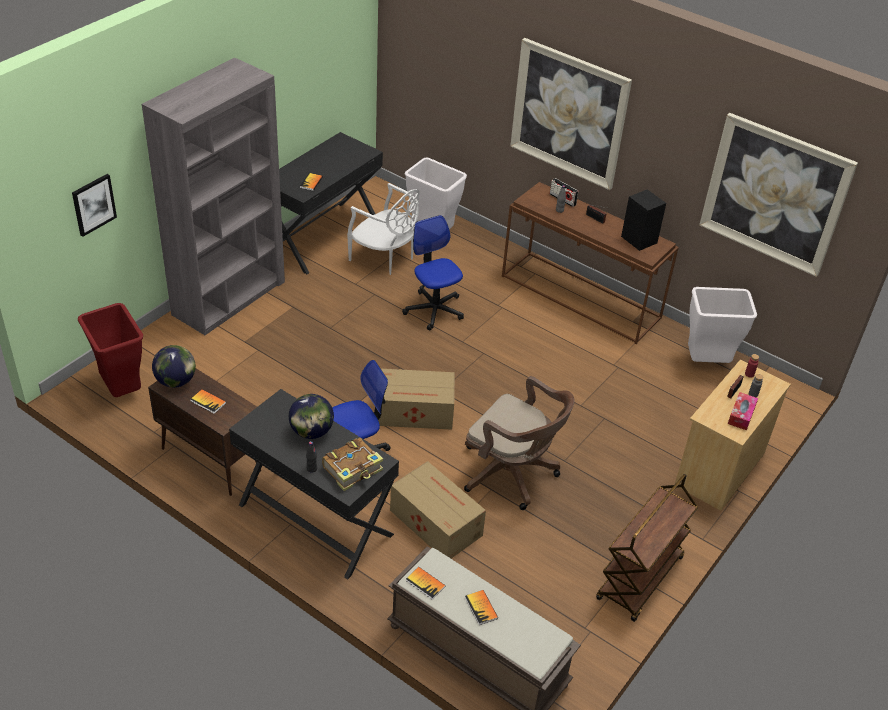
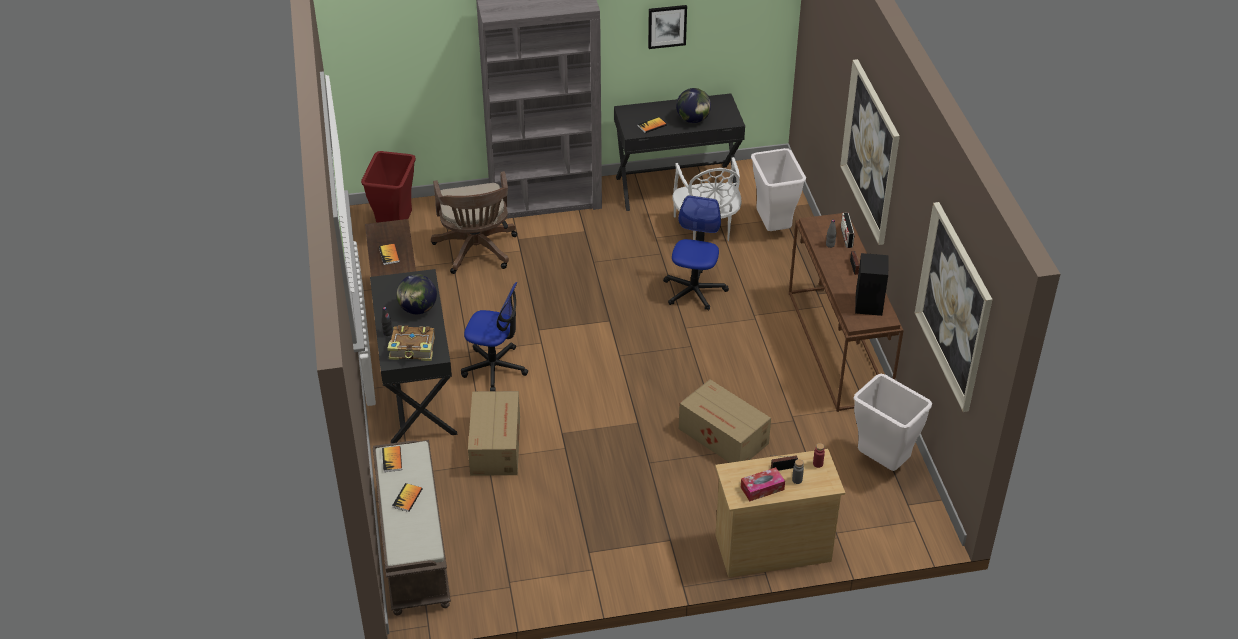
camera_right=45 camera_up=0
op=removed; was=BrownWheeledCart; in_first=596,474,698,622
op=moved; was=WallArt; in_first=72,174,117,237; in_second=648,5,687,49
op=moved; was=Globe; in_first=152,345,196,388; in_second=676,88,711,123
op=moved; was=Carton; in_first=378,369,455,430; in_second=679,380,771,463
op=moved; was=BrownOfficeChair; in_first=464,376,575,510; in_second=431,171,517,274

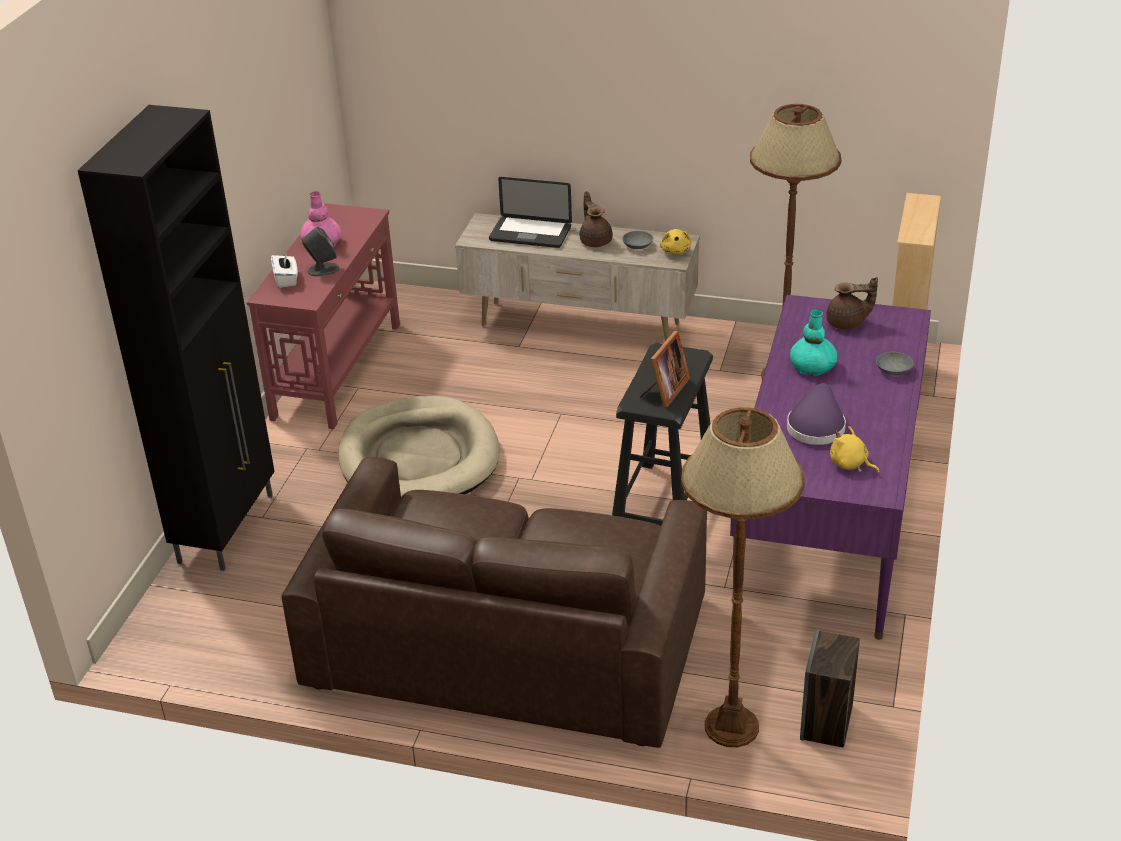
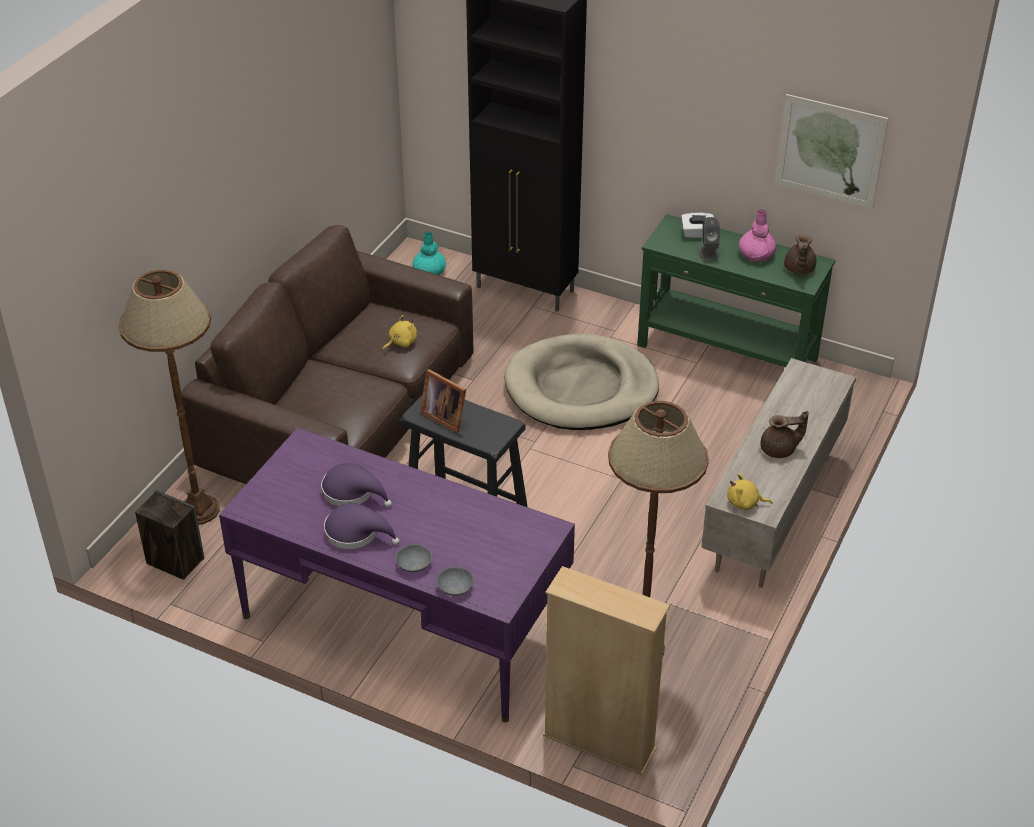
camera_right=100 camera_up=5
op=removed; was=Laptop; in_first=489,177,572,248
op=added; now=PurpleColouredWearableHat; in_second=324,503,400,549
op=added; now=WallArt; in_second=775,94,889,209
op=moved; was=GreyServingBowl; in_first=622,231,653,249; in_second=437,567,474,596
op=moved; was=TurquoiseDecorativeVase; in_first=790,309,837,376; in_second=413,231,446,275
op=moved; was=BrownPotForTea; in_first=826,277,878,329; in_second=784,234,816,275
op=moved; was=YellowCuddlyToy; in_first=830,426,880,473; in_second=382,315,417,350
op=recoloured; was=ReddishHallTable; now=GreenHallTable; in_first=246,203,400,429; in_second=637,214,835,367

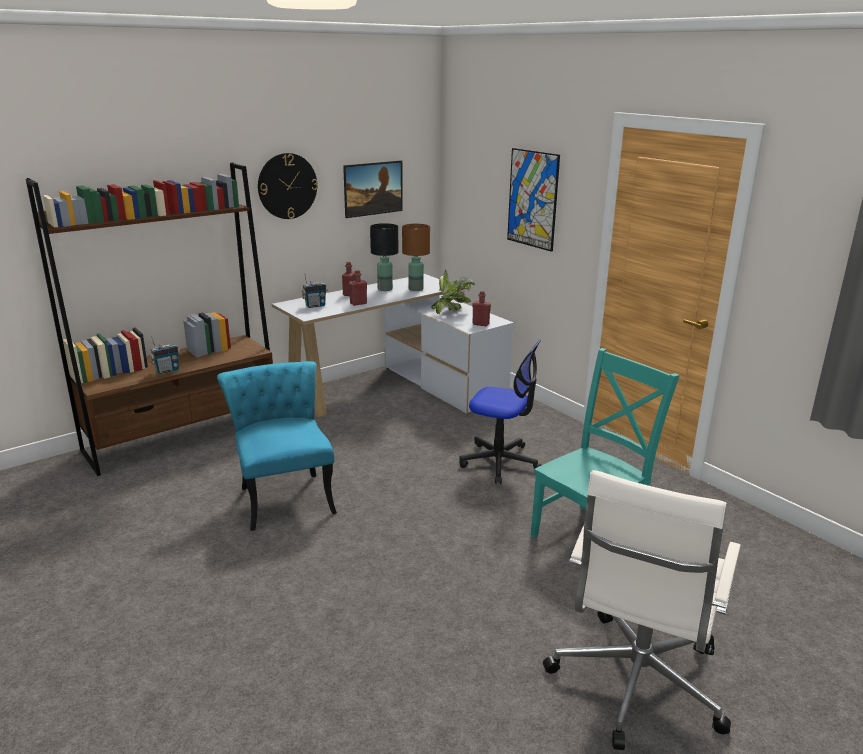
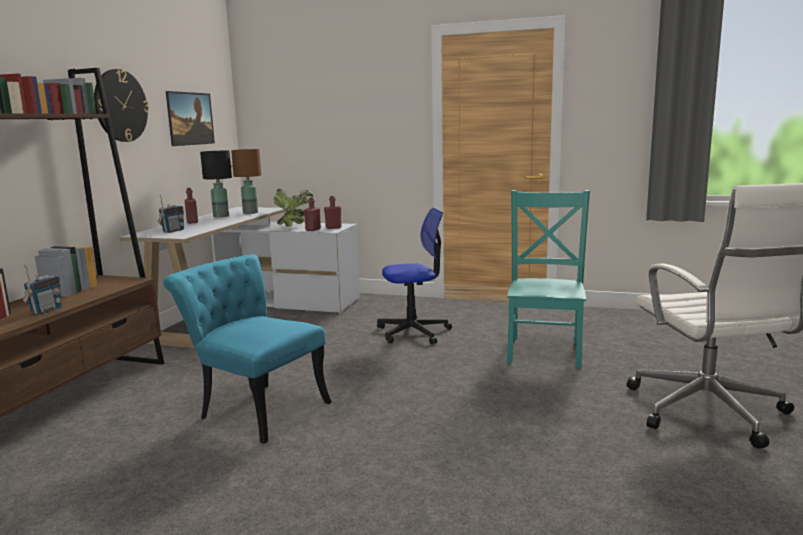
camera_right=-35 camera_up=-10
op=removed; was=WallArt; in_first=507,148,560,252
op=moved; was=ReddishBeverageBottle; in_first=349,270,367,306; in_second=304,197,321,231

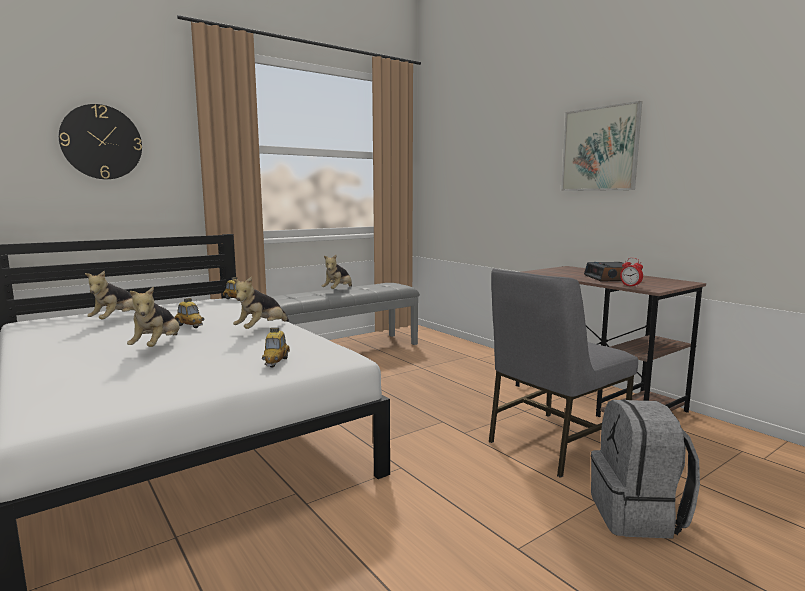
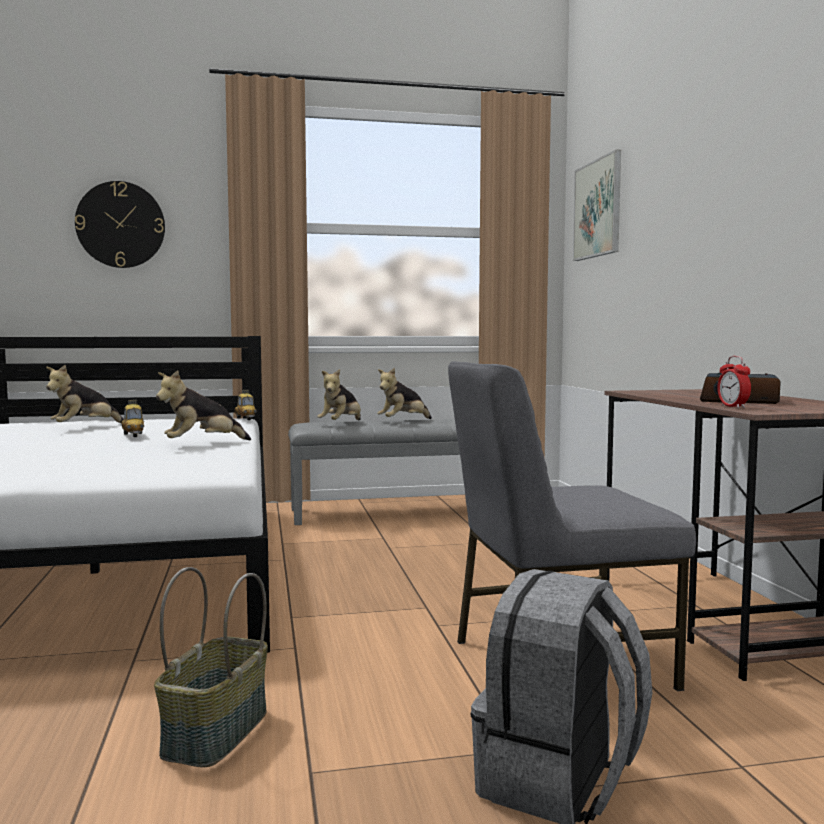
camera_right=25 camera_up=-5
op=removed; was=ToyCar; in_first=262,327,290,367
op=added; now=Basket; in_second=154,567,268,767
op=moved; was=CuddlyToy; in_first=127,287,180,347; in_second=317,369,361,421
op=moved; was=WallArt; in_first=561,101,642,191; in_second=573,149,621,261

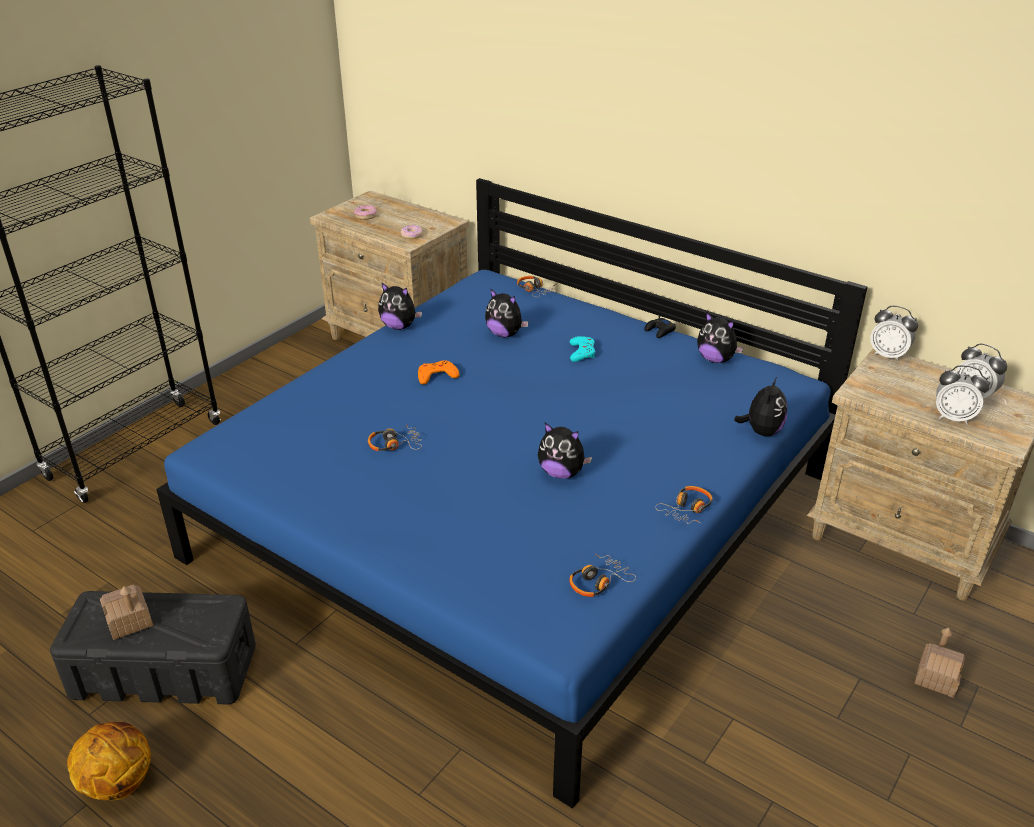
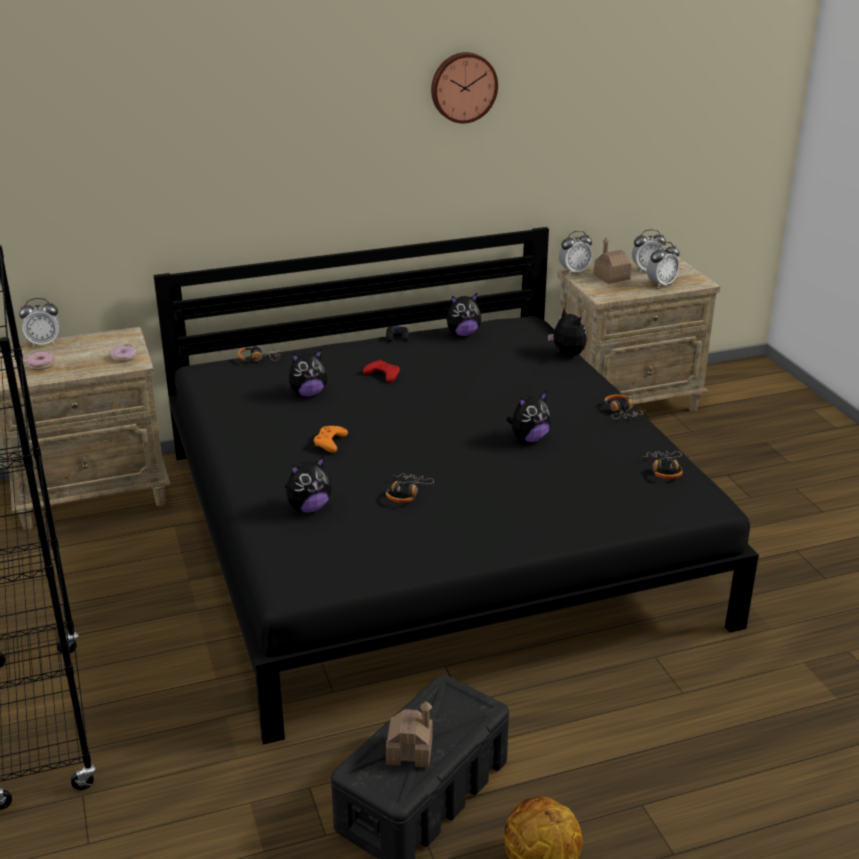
camera_right=-55 camera_up=-5
op=added; now=TableClock; in_second=19,298,59,347
op=added; now=WallClock; in_second=431,52,498,123
op=moved; was=CuddlyToy; in_first=378,283,422,330; in_second=285,457,332,513
op=moved; was=ToyHouse; in_first=914,628,965,698; in_second=594,237,632,284
op=recoloured; was=BlueColouredSleepingBed; now=BlackSleepingBed; in_first=156,178,868,809; in_second=153,227,759,744
op=recoloured; was=TurquoiseGamepad; now=ReddishGamepad; in_first=570,336,595,362; in_second=363,360,400,383

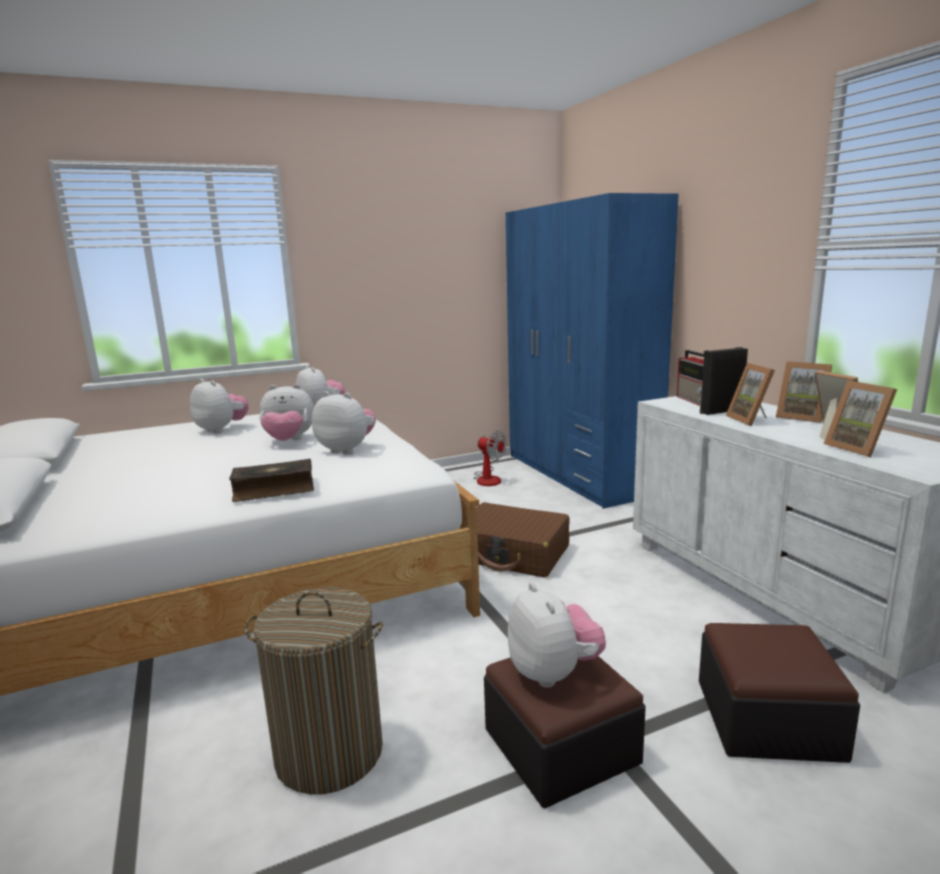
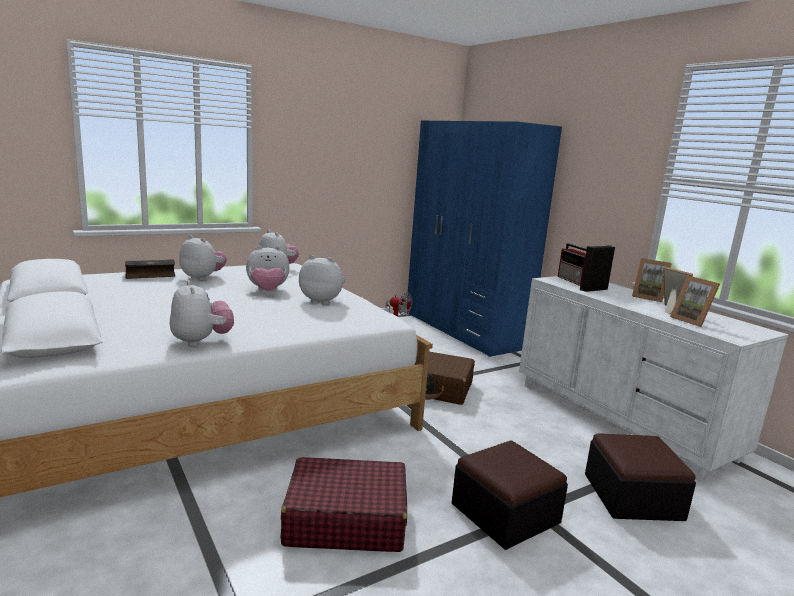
camera_right=-10 camera_up=0
op=removed; was=PhotoFrame; in_first=726,363,775,426
op=moved; was=Book; in_first=229,459,314,502; in_second=125,259,175,279
op=moved; was=CuddlyToy; in_first=508,583,606,688; in_second=170,280,234,347
op=replaced; was=LaundryBasket; now=ReddishTravelCase; in_first=244,587,383,795; in_second=281,457,407,552

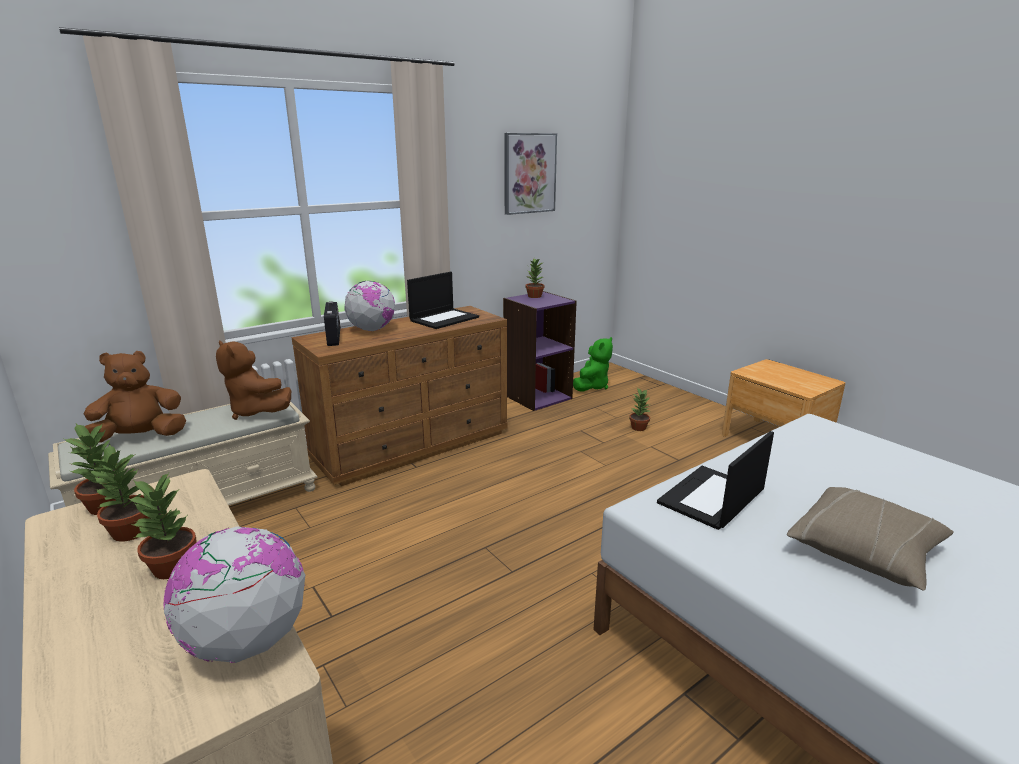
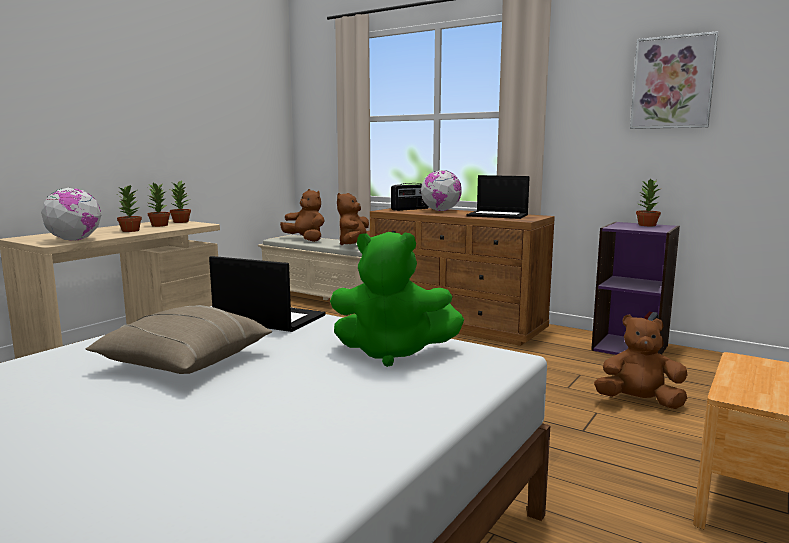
camera_right=70 camera_up=-10
op=moved; was=GreenCuddlyToy; in_first=573,337,613,392; in_second=330,232,464,367
op=replaced; was=PottedPlant; now=BrownCuddlyToy; in_first=629,387,650,431; in_second=594,315,688,409

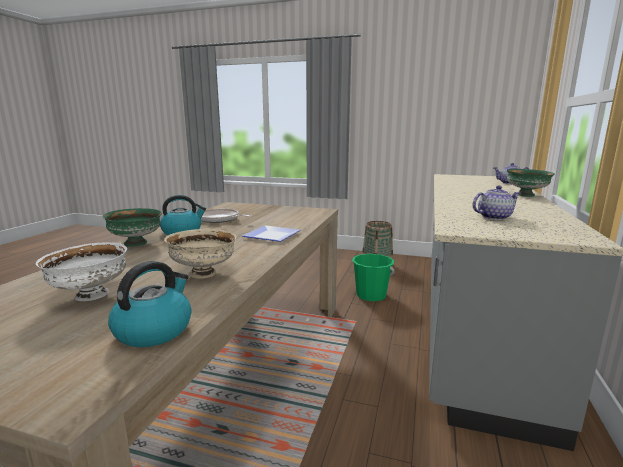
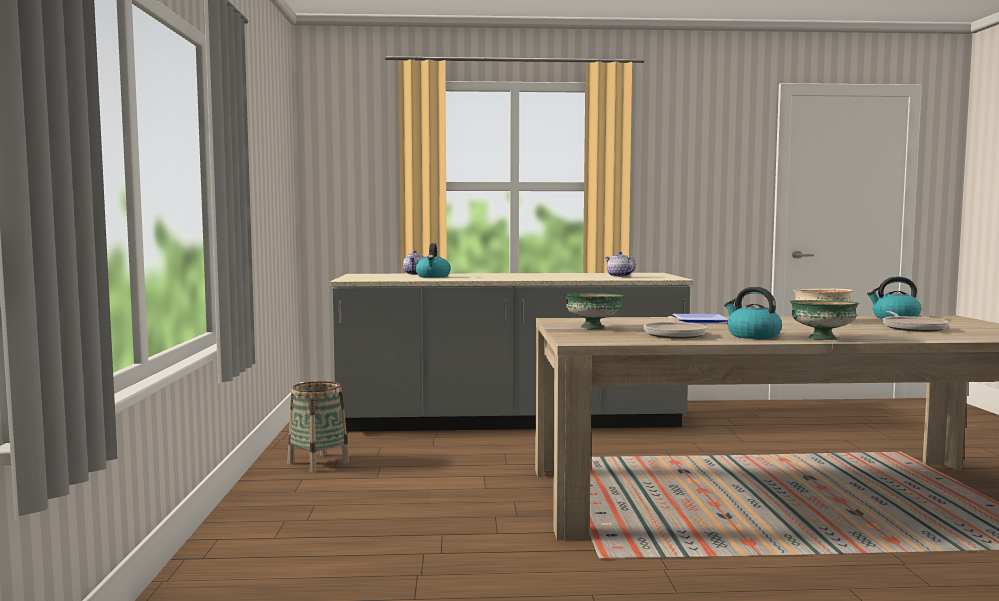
camera_right=-110 camera_up=-10
op=removed; was=GreenWaterBucket; in_first=352,254,394,302
op=added; now=TeaKettle; in_second=416,243,451,278
op=moved; was=GreenServingBowl; in_first=507,169,555,197; in_second=564,293,624,329
op=replaced; was=WhitishServingBowl; now=Pan; in_first=36,242,127,301; in_second=883,311,949,332

